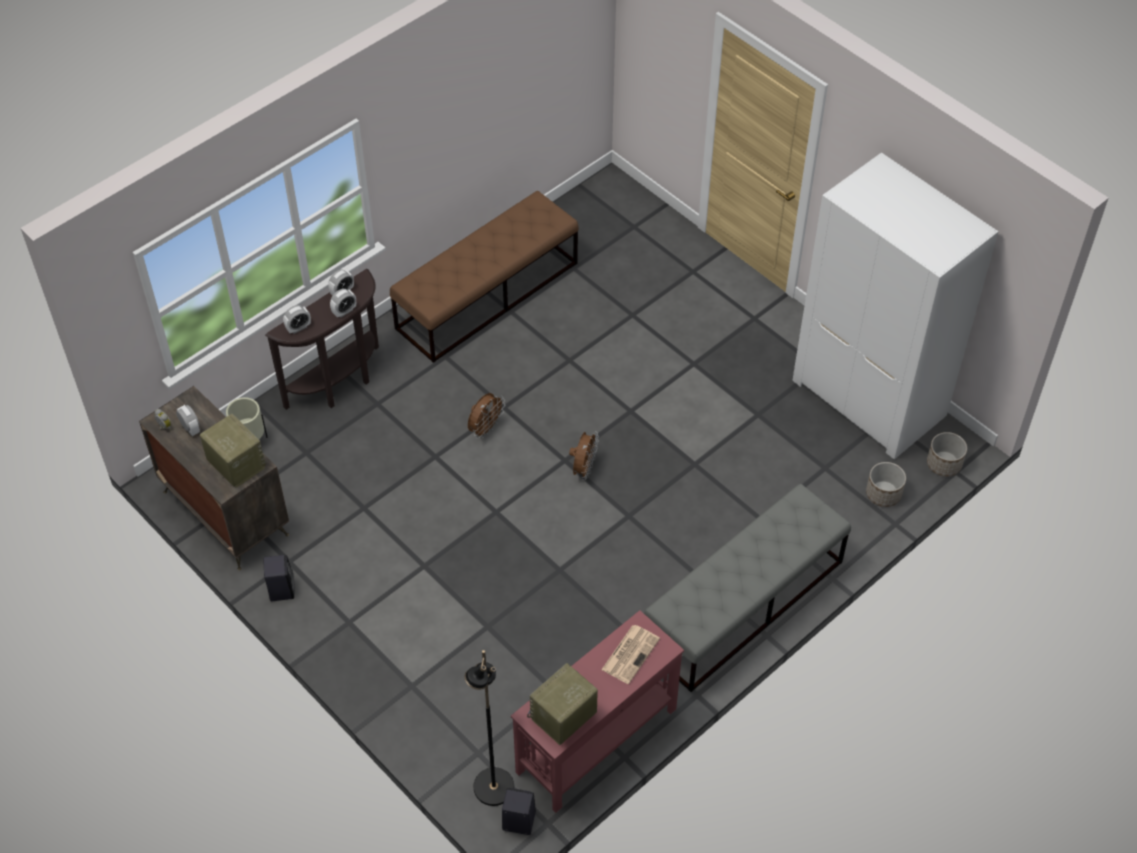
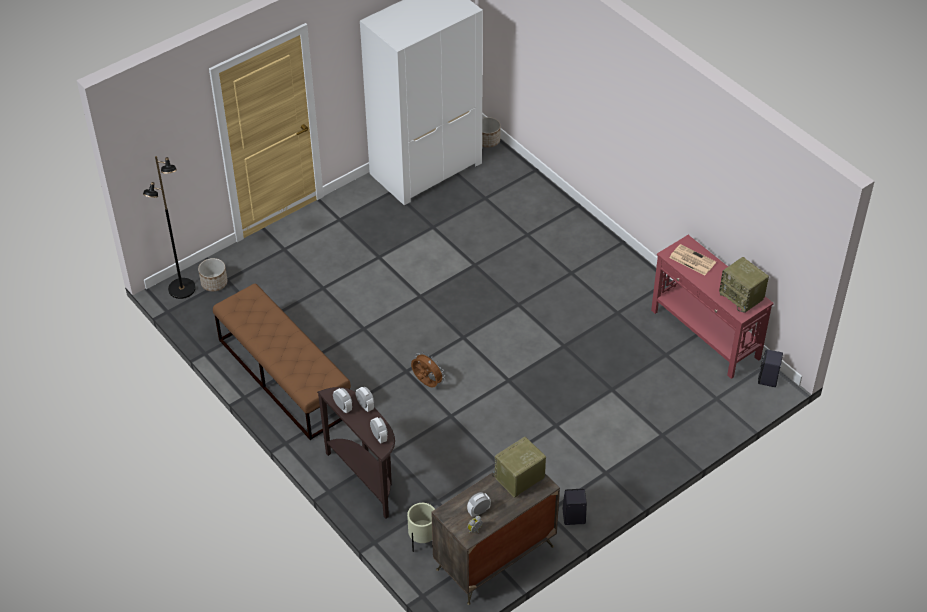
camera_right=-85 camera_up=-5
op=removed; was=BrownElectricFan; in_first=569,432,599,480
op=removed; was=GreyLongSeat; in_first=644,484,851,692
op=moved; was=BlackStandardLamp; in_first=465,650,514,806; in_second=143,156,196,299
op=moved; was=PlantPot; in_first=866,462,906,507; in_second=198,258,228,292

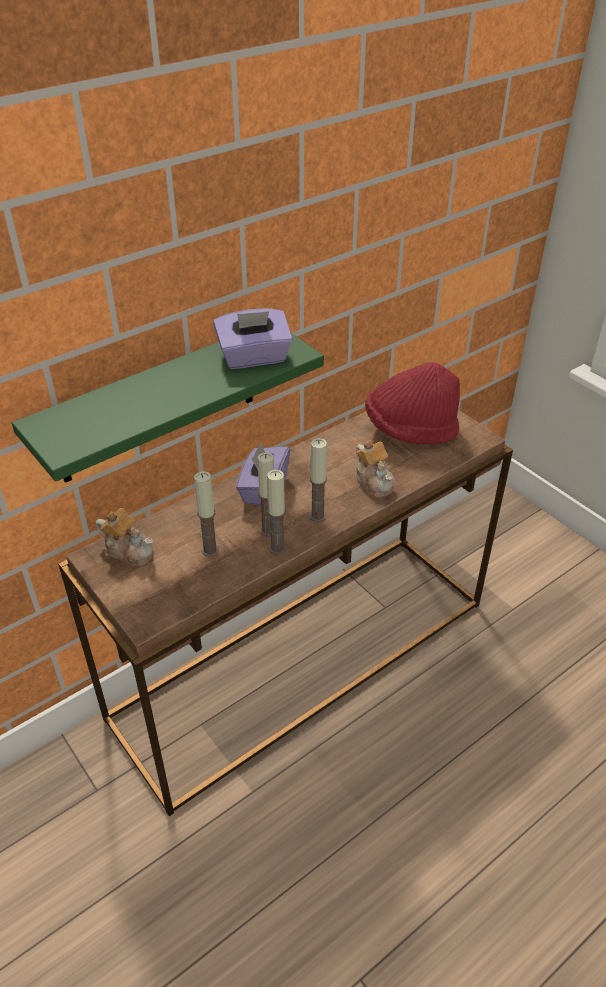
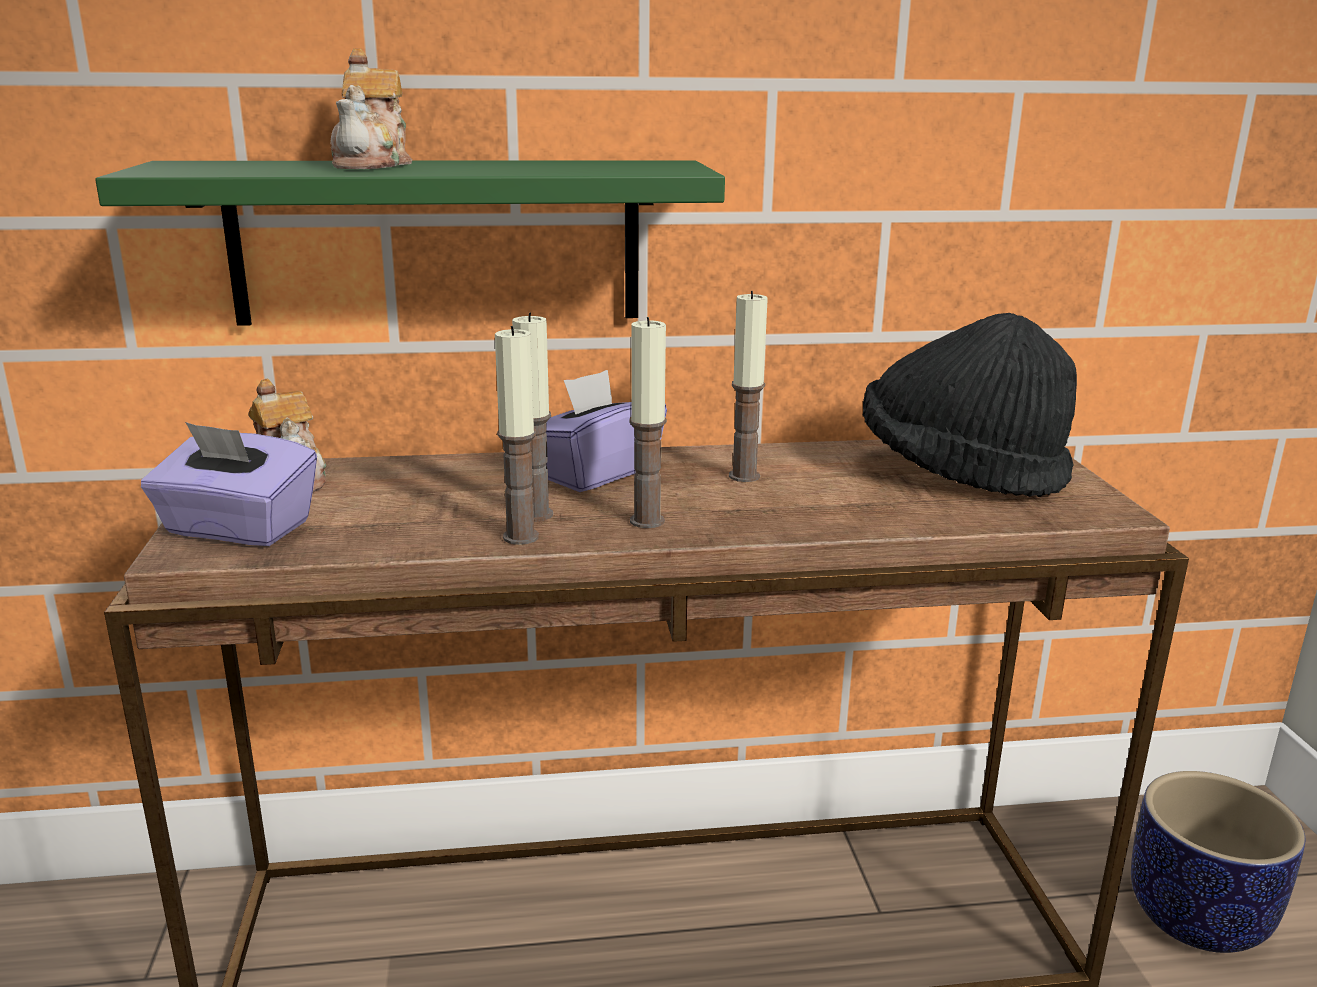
camera_right=30 camera_up=-20
op=added; now=PlantPot; in_second=1131,771,1306,953
op=moved; was=WaxLight; in_first=194,471,219,557; in_second=729,291,768,482
op=moved; was=PurpleColouredTissueHolder; in_first=213,309,293,369; in_second=141,422,317,546
op=moved; was=PotForTea; in_first=356,440,395,498; in_second=330,48,412,169
op=recoloured; was=ReddishWearableHat; now=BlackWearableHat; in_first=365,362,460,445; in_second=863,313,1077,497

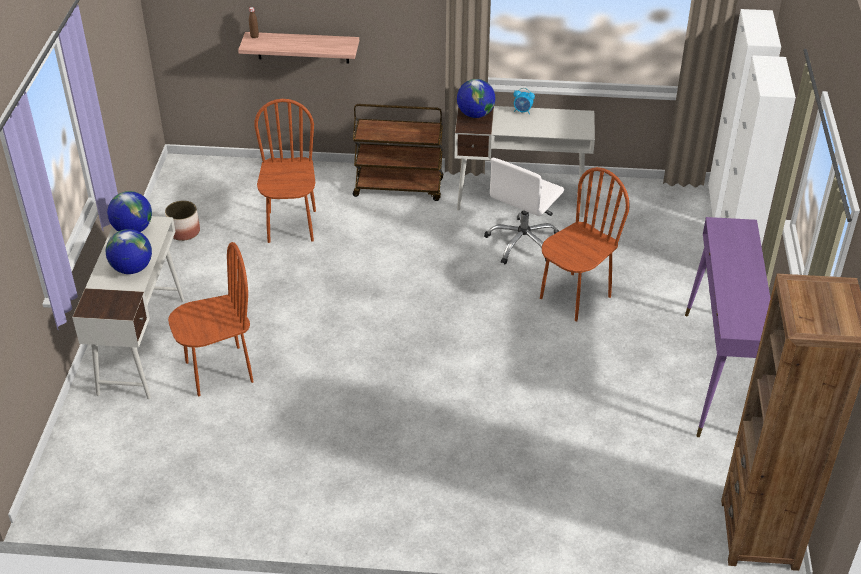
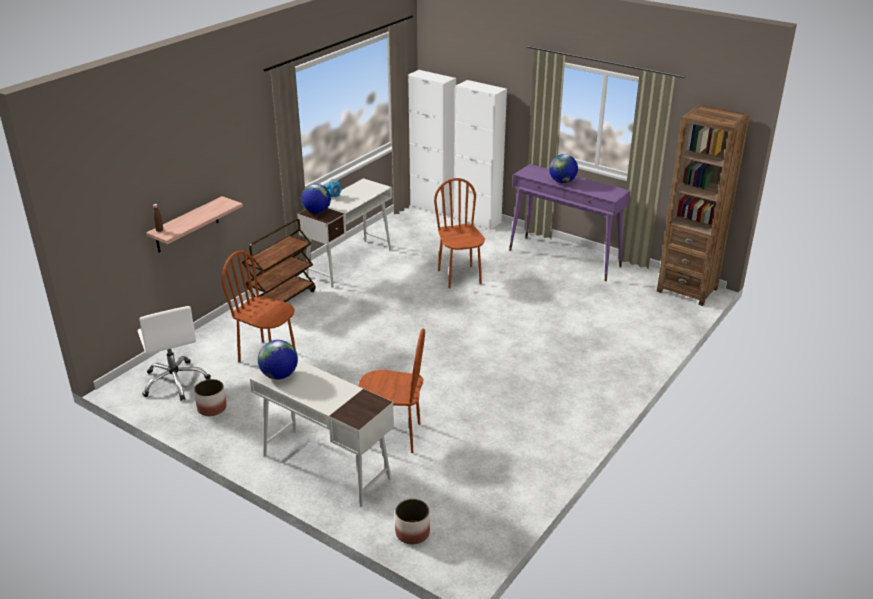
camera_right=-60 camera_up=-10
op=added; now=PlantPot; in_second=395,499,430,544
op=moved; was=Globe; in_first=106,229,152,274; in_second=549,154,578,183
op=moved; was=WhitishOfficeChair; in_first=484,158,564,264; in_second=138,306,211,401
op=turned; was=BrownChair; in_first=168,242,254,396; in_second=358,328,425,453; clockwise=90

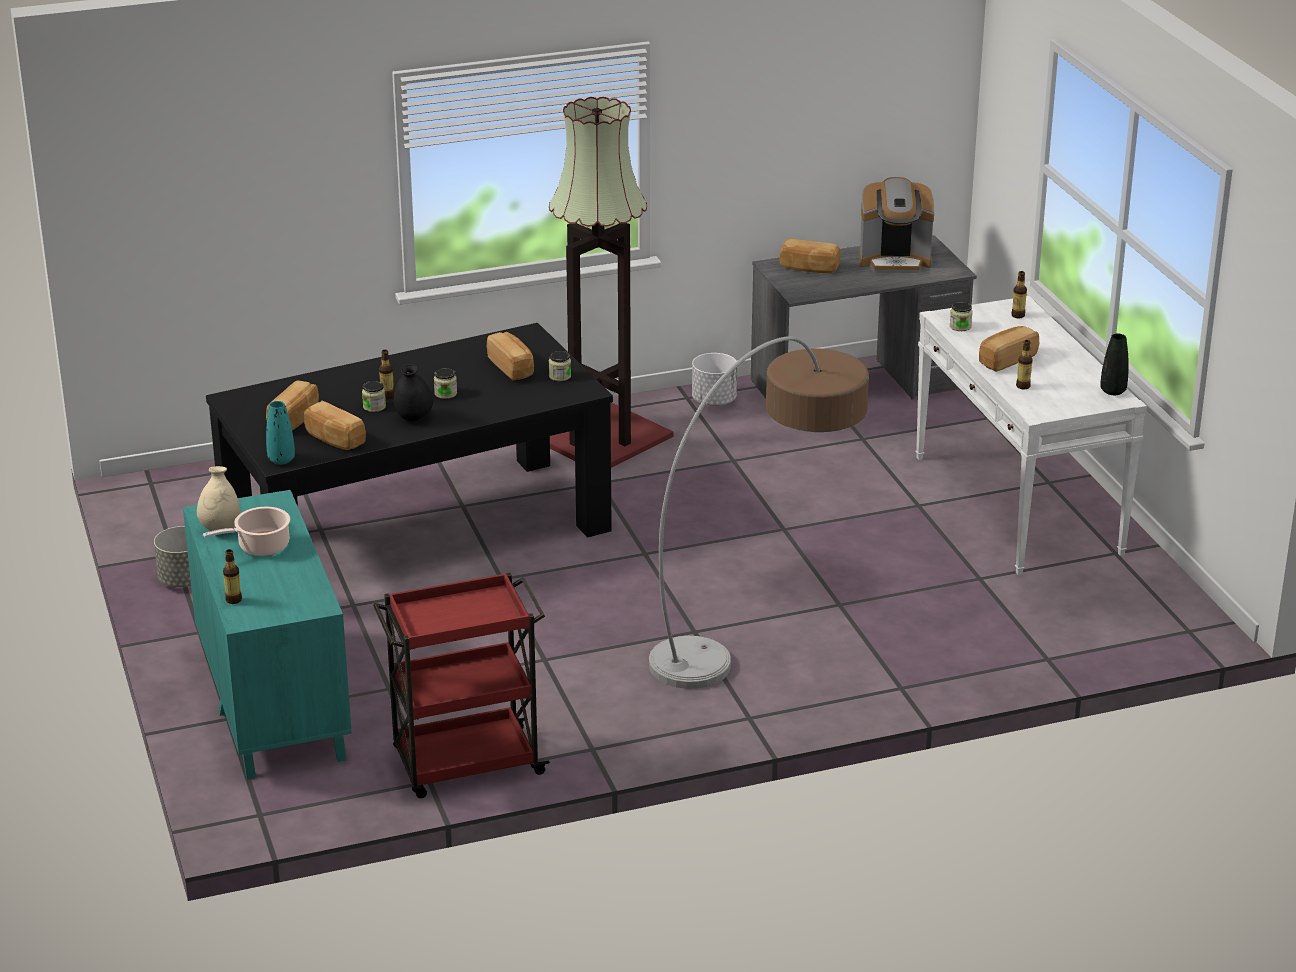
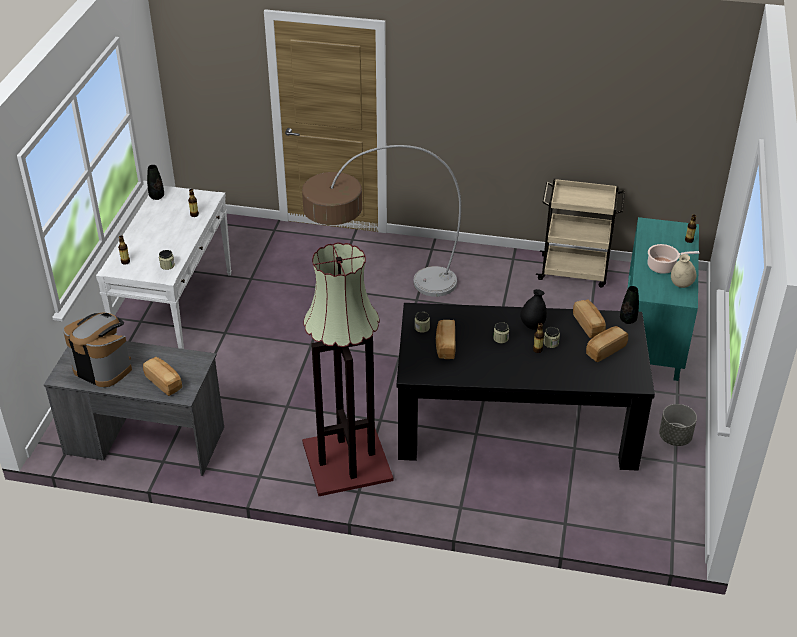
camera_right=-150 camera_up=10
op=removed; was=WhitishPlantPot; in_first=692,353,737,406
op=removed; was=BakeryBread; in_first=979,326,1039,372
op=recoloured; was=TurquoiseDecorativeVase; now=BlackDecorativeVase; in_first=266,401,295,465; in_second=620,286,639,324
op=recoloured; was=ReddishWheeledCart; now=BeigeWheeledCart; in_first=373,572,550,798; in_second=536,179,625,288

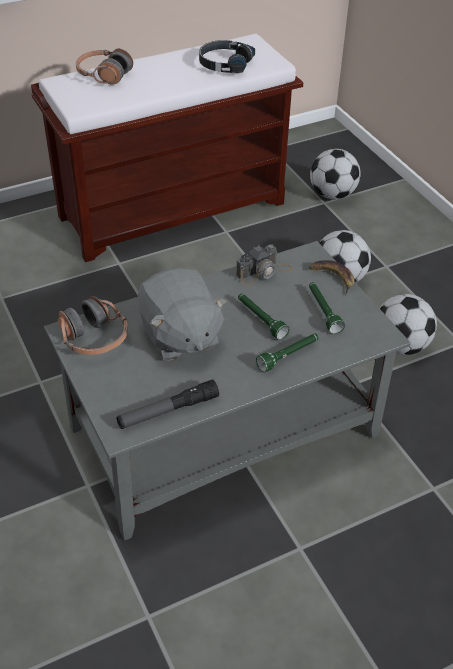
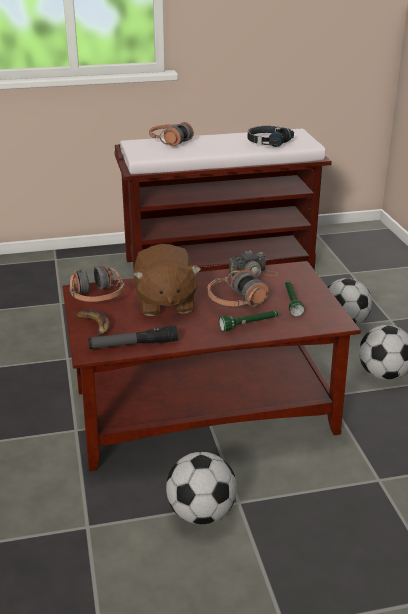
camera_right=15 camera_up=-15
op=moved; was=Banana; in_first=308,260,354,295; in_second=76,310,110,337
op=moved; was=Football; in_first=310,149,361,200; in_second=166,452,237,524
op=replaced; was=GreenHandTorch; now=Headset; in_first=238,293,289,340; in_second=208,270,269,308
op=recoloured; was=GreyLoungeTable; now=BrownLoungeTable; in_first=44,241,411,541; in_second=62,261,361,471
op=recoloured; was=GreyCuddlyToy; now=BrownCuddlyToy; in_first=137,268,227,361; in_second=133,244,201,316

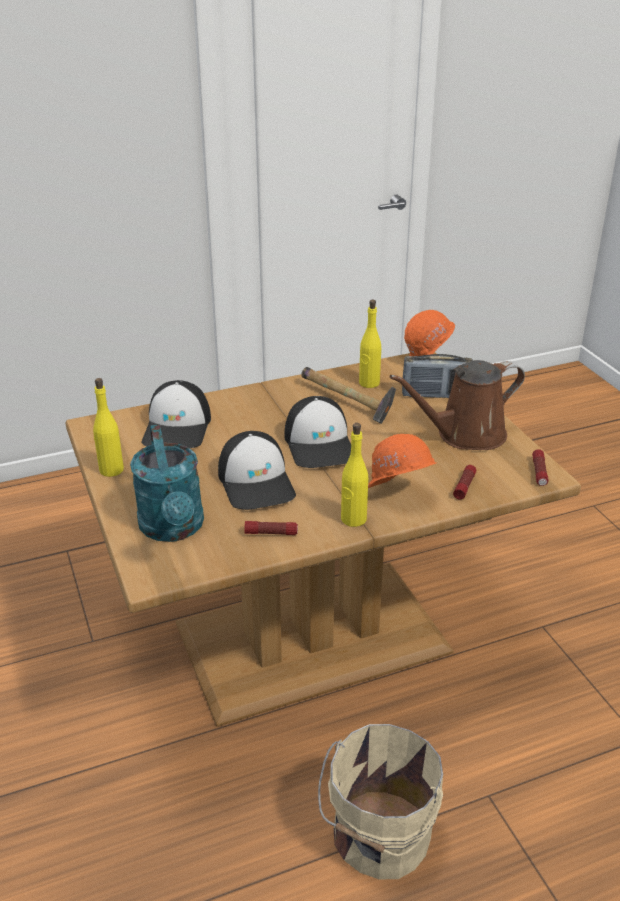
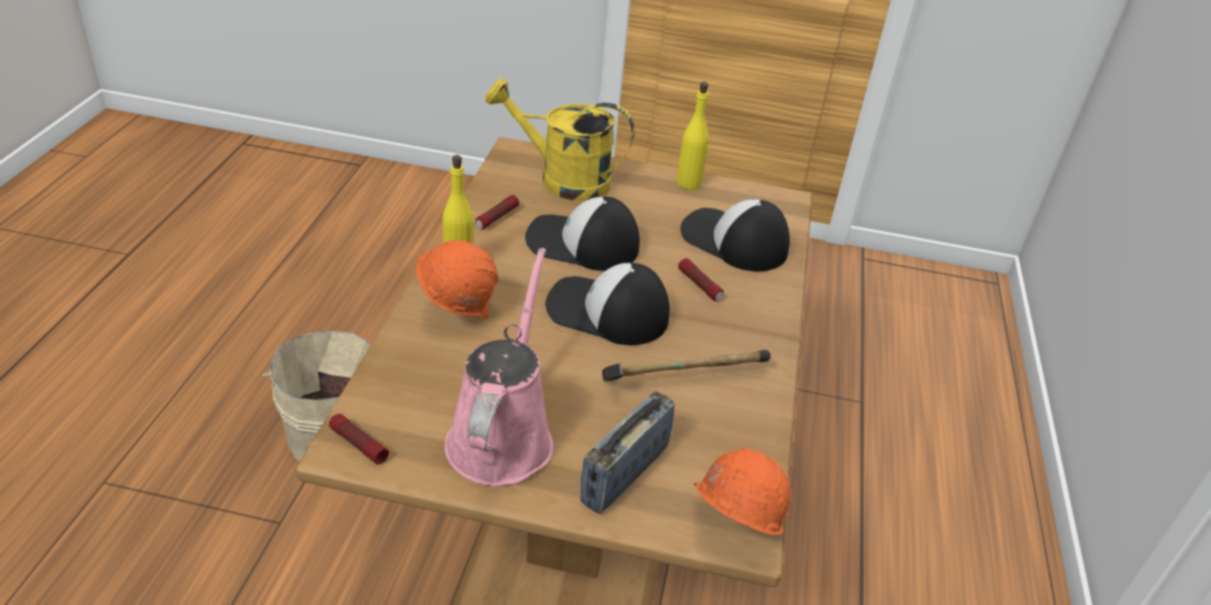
camera_right=120 camera_up=5
op=removed; was=YellowBeverageBottle; in_first=359,300,381,388
op=moved; was=HandTorch; in_first=453,465,477,499; in_second=678,258,724,301
op=recoloured; was=TurquoiseWateringPot; now=YellowWateringPot; in_first=130,424,204,542; in_second=485,78,635,201
op=recoloured; was=BrownWateringPot; now=PinkishWateringPot; in_first=390,360,525,450; in_second=444,248,553,486

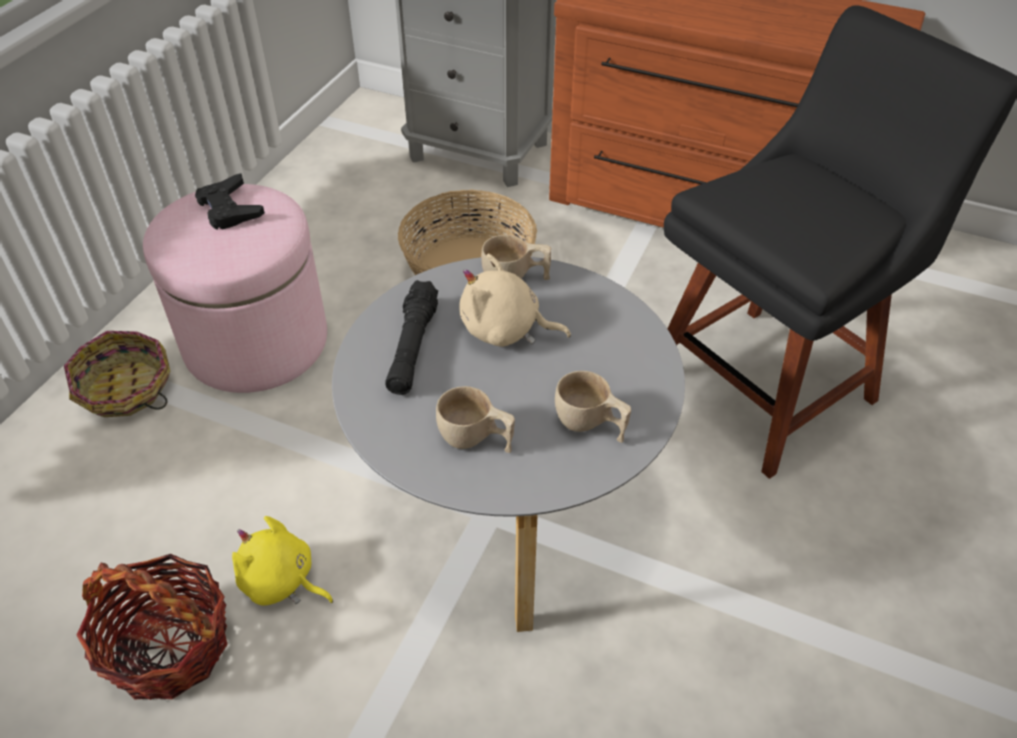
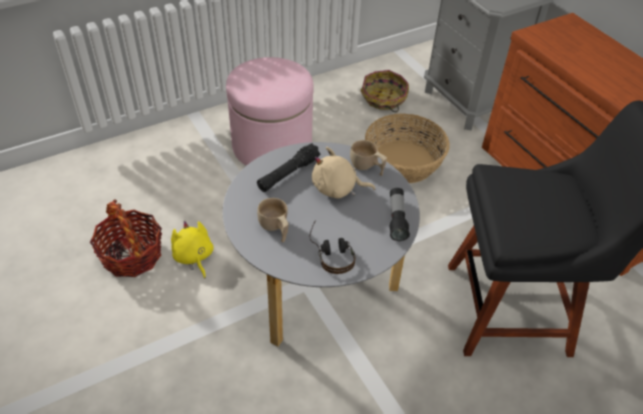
camera_right=35 camera_up=0
op=removed; was=BlackGamepad; in_first=195,173,265,230
op=added; now=HandTorch; in_second=389,188,410,241
op=moved; was=Basket; in_first=64,331,170,417; in_second=360,70,409,112
op=replaced; was=BeigeCup; now=Headset; in_first=555,371,631,443; in_second=309,220,356,274
op=turned; was=BeigeCuddlyToy; in_first=459,254,571,347; in_second=312,147,375,198; clockwise=-45

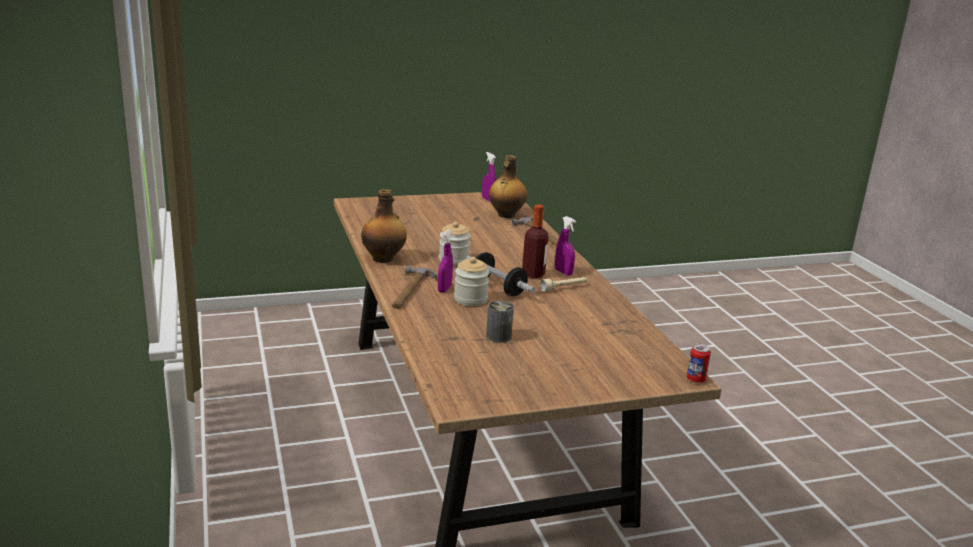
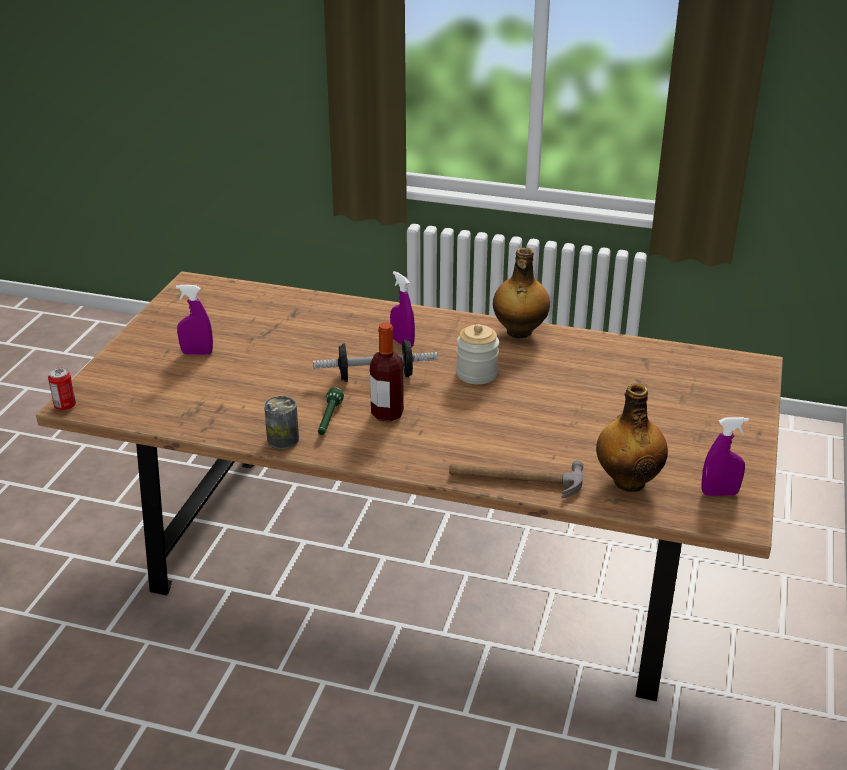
camera_right=125 camera_up=10
op=removed; was=HandHammer; in_first=392,266,437,309
op=removed; was=Jar; in_first=454,257,490,306
op=moved; was=MetalCan; in_first=486,301,514,343; in_second=264,396,299,449
op=moved; was=PurpleColouredHandSprayer; in_first=555,216,576,276; in_second=176,285,213,355
op=recoloured; was=BeigeHandTorch; now=GreenHandTorch; in_first=540,277,588,292; in_second=318,387,344,435

